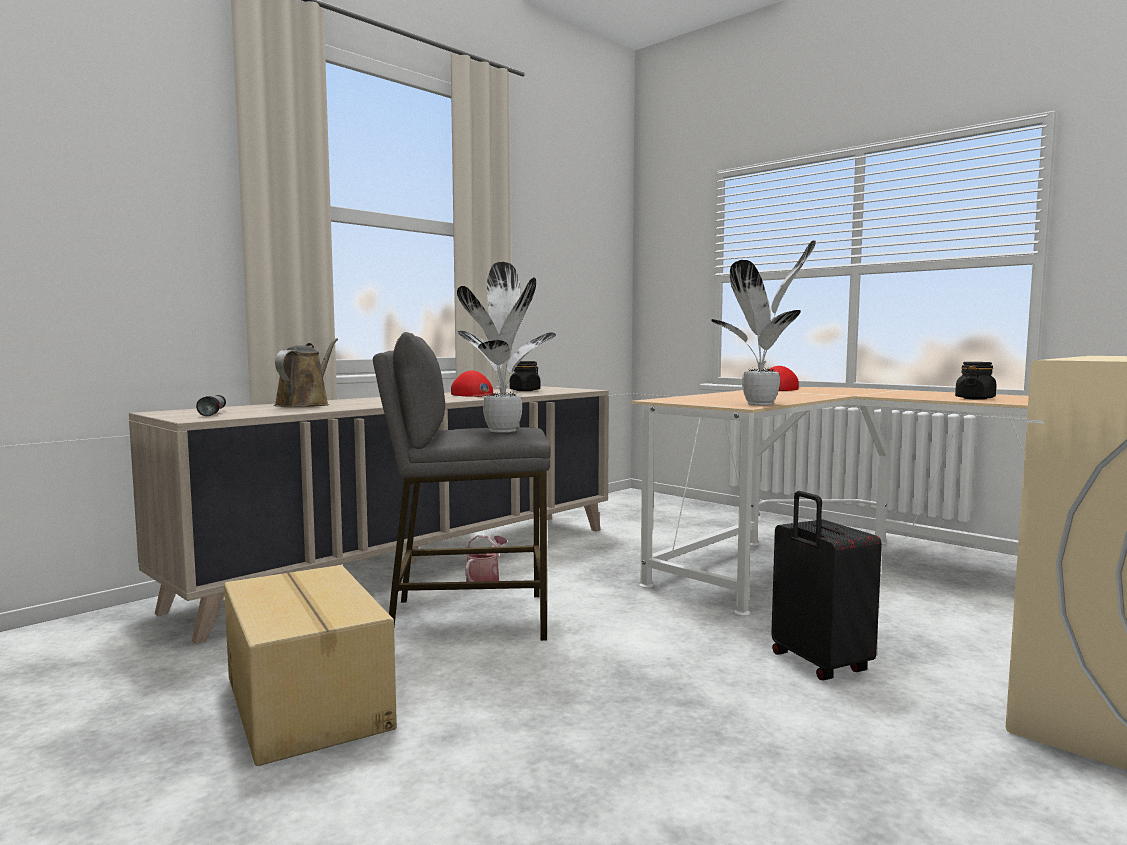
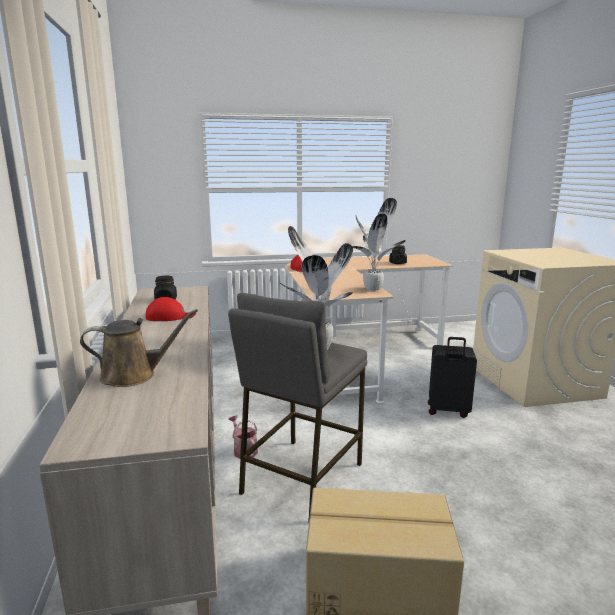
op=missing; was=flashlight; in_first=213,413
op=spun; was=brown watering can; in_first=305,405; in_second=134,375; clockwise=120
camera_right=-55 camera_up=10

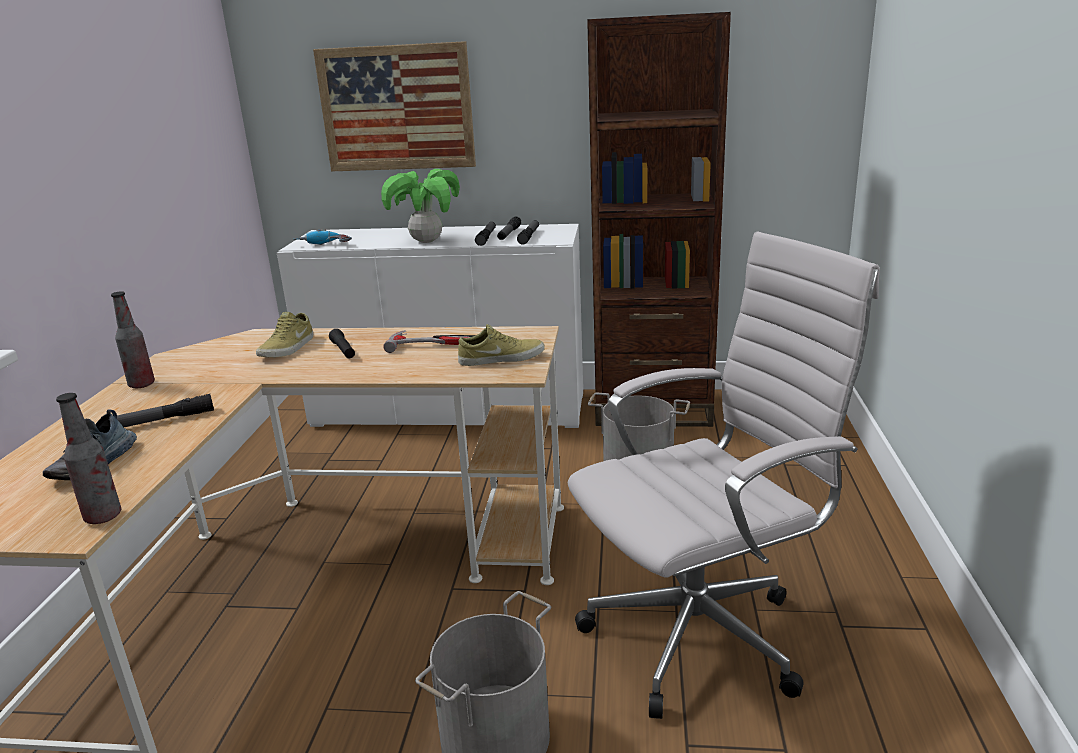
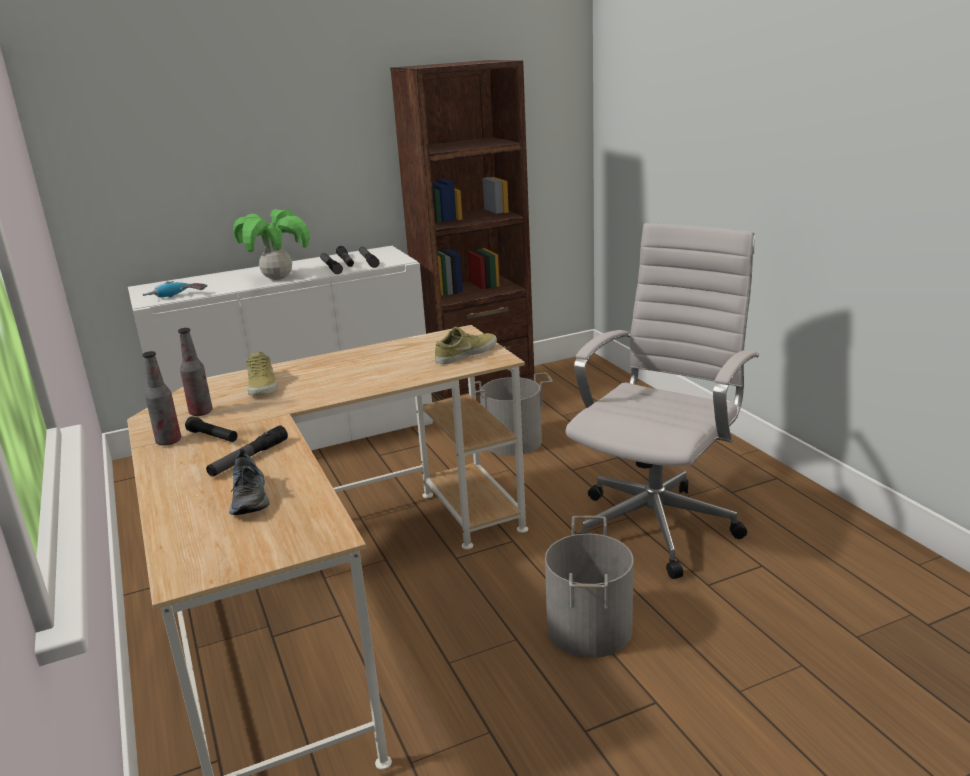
op=relocated; was=bottle; in_first=103,517; in_second=201,412
op=missing; was=picture; in_first=396,108
op=relocated; was=black flashlight; in_first=343,351; in_second=213,437
op=missing; was=hammer; in_first=441,345
camera_right=-30 camera_up=0

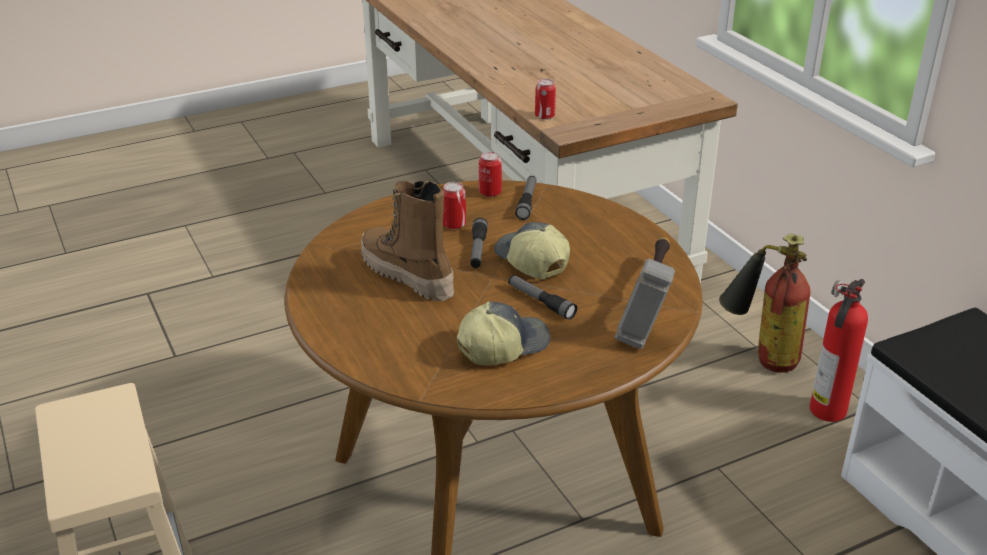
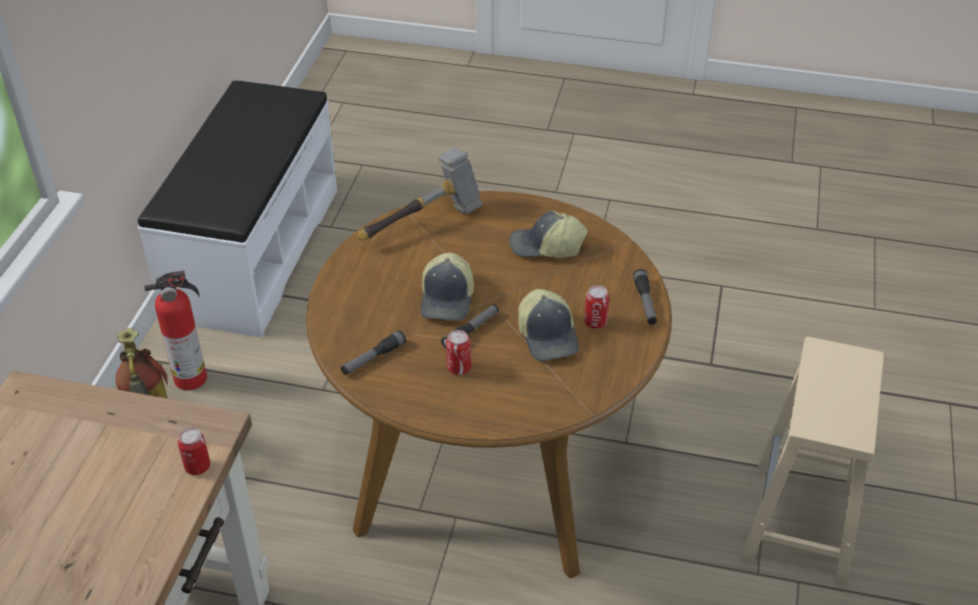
op=exchanged; was=boot; now=cap; in_first=406,276; in_second=548,336
op=relocated; was=can; in_first=490,193; in_second=595,322
op=relocated; was=flashlight; in_first=540,302; in_second=645,302
camera_right=-140 camera_up=10

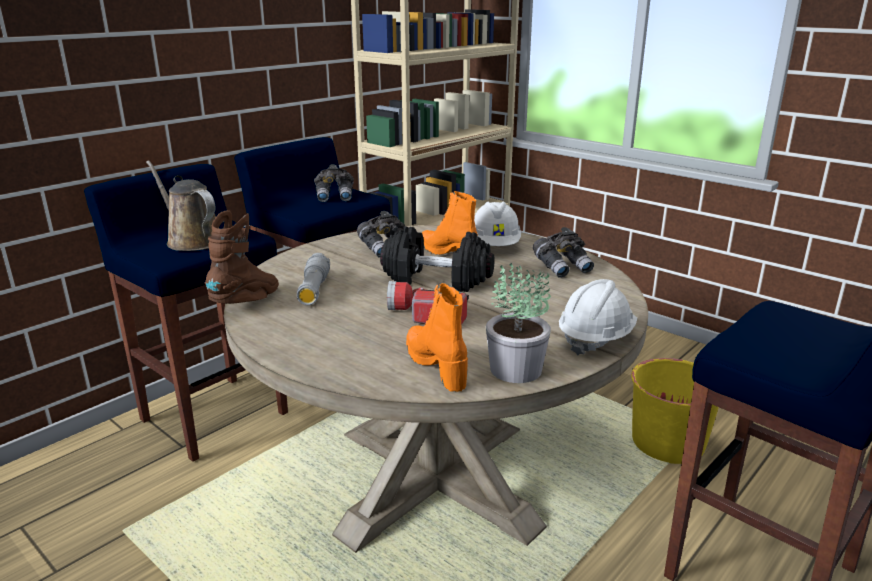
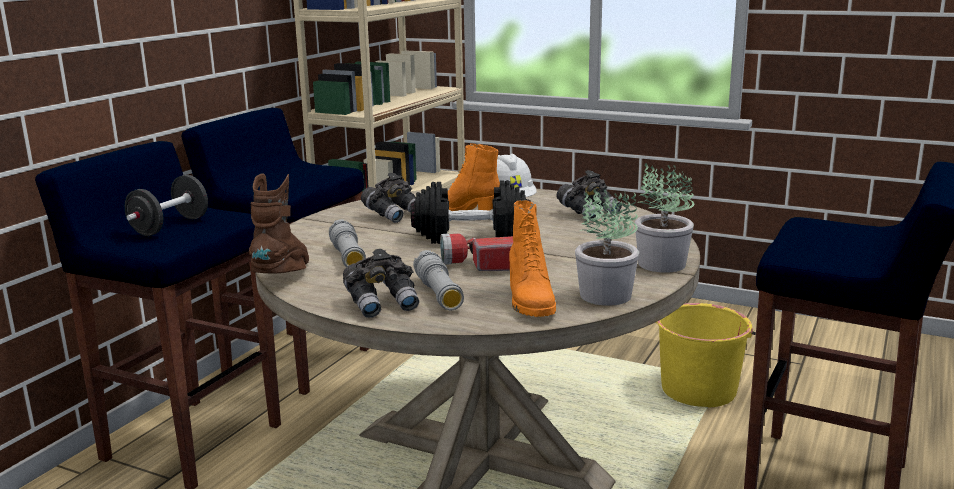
op=exchanged; was=brown watering can; now=black dumbbell; in_first=191,240; in_second=170,226
op=relocated; was=grey binoculars; in_first=335,197; in_second=383,303
op=spun; was=orange boot; in_first=437,366; in_second=529,302; clockwise=-150
op=exchanged; was=white hard hat; now=potted plant; in_first=595,339; in_second=660,264
op=appeared; now=grey flashlight; in_second=439,294
camera_right=-15 camera_up=-5

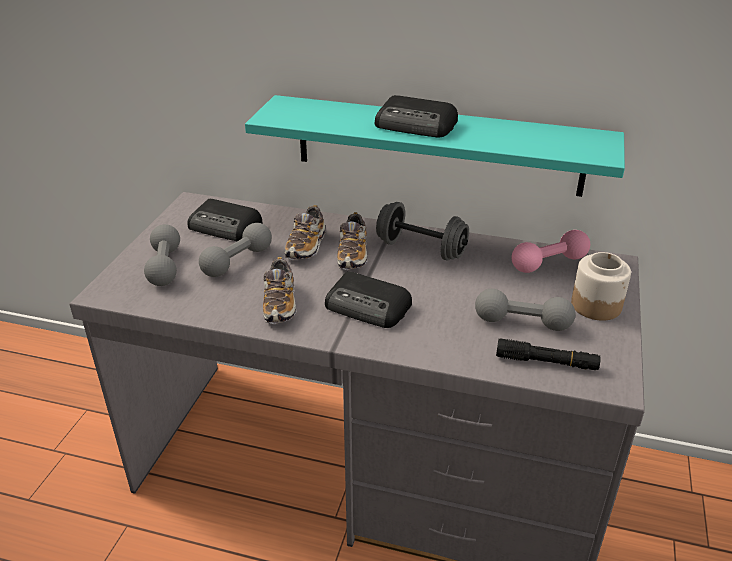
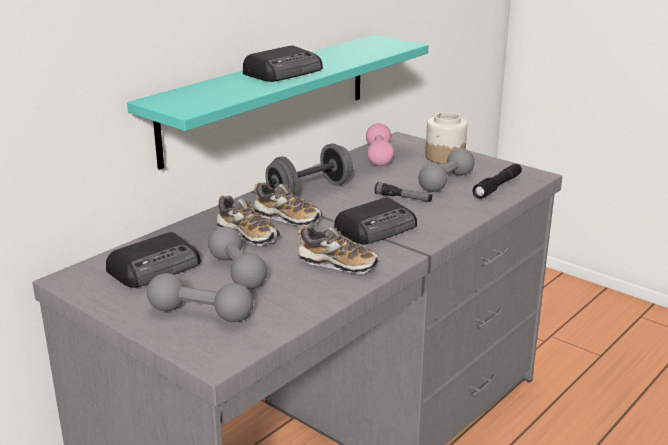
op=appeared; now=flashlight; in_second=403,198
camera_right=-65 camera_up=-10

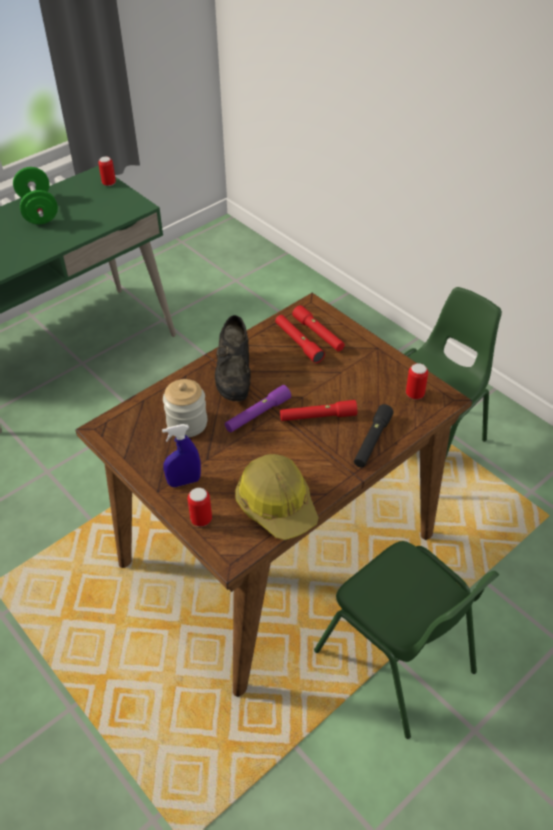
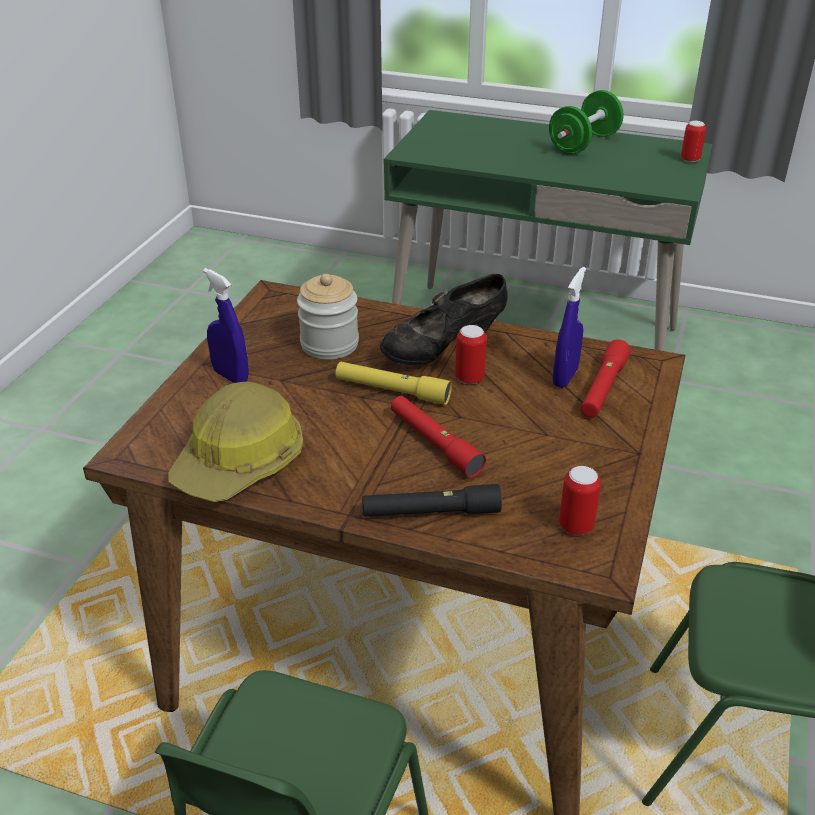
op=relocated; was=can; in_first=201,519; in_second=469,378
op=colour; was=purple flashlight; now=yellow flashlight; in_first=257,414; in_second=392,391
op=exchanged; was=red flashlight; now=blue spray bottle; in_first=298,342; in_second=565,377
camera_right=60 camera_up=-10

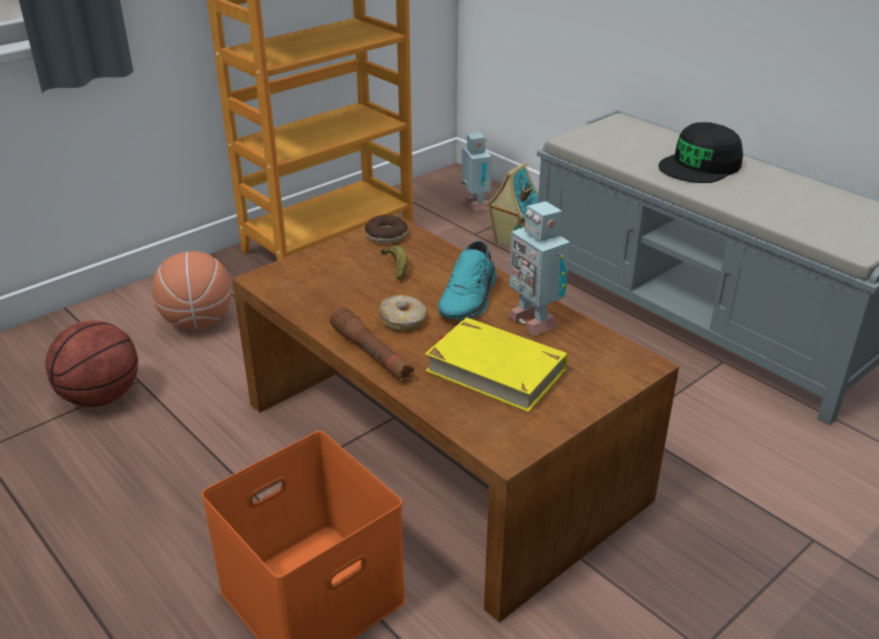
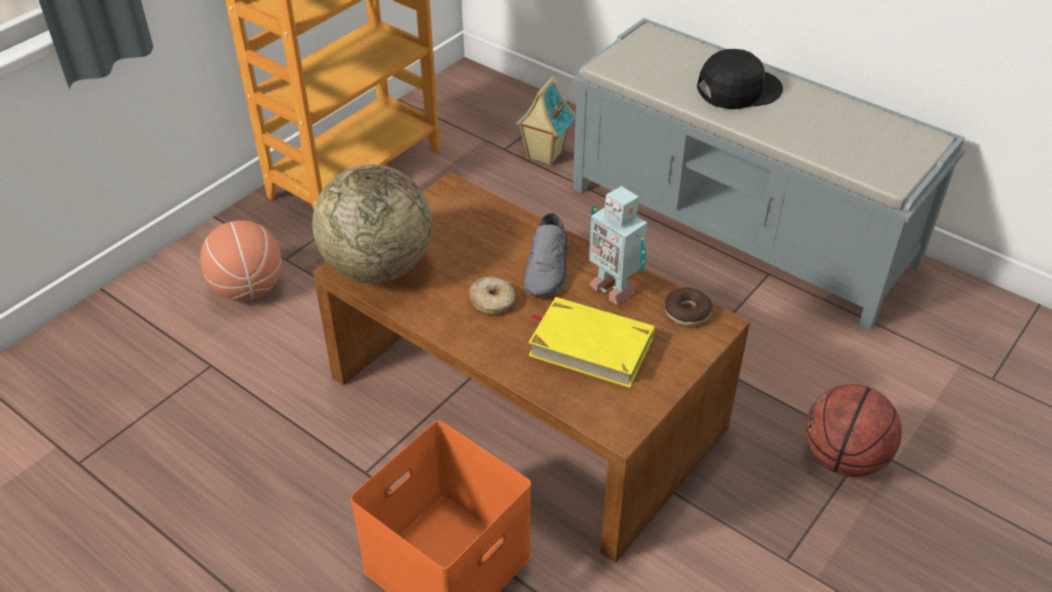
op=relocated; was=basketball; in_first=101,397; in_second=843,458
op=missing; was=brown flashlight; in_first=372,354
op=relocated; was=donut; in_first=386,236; in_second=687,312
op=missing; was=banana; in_first=396,266
op=colour; was=turquoise shoe; now=grey shoe; in_first=470,299; in_second=549,269
op=missing; was=toy robot; in_first=475,206
op=spun; was=black cap; in_first=700,166; in_second=738,89; clockwise=-150
op=appeared; now=globe; in_second=377,267
camera_right=-10 camera_up=10

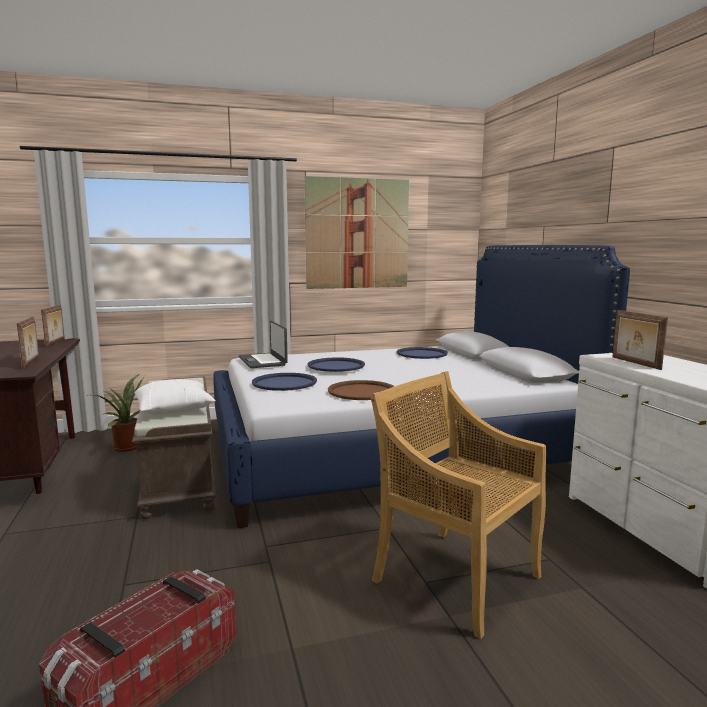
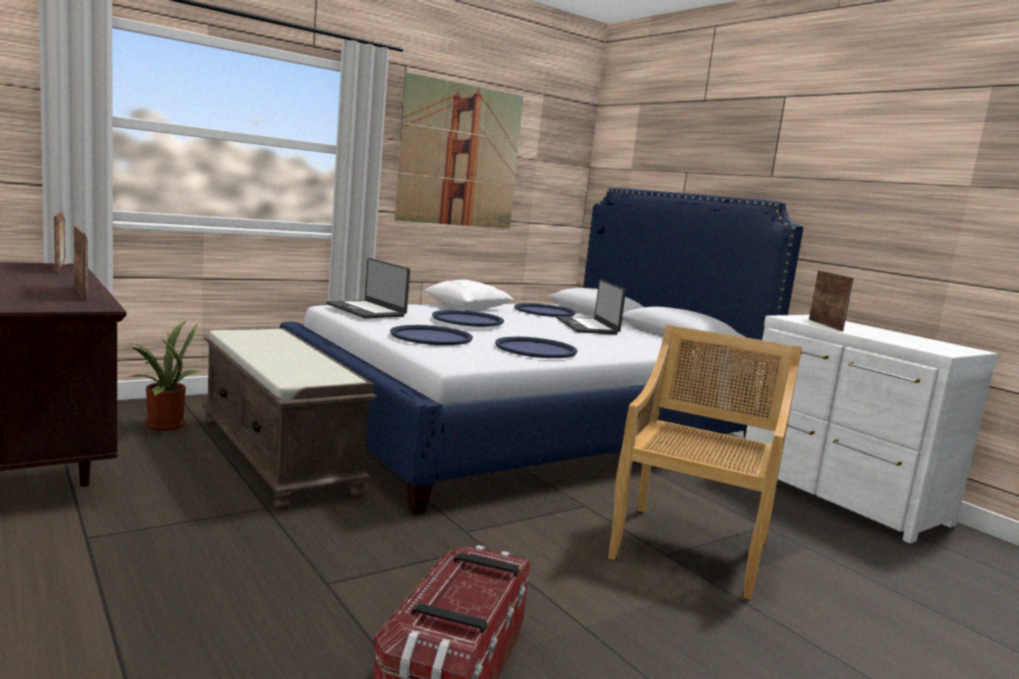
op=relocated; was=white pillow; in_first=174,409; in_second=468,307
op=colour; was=brown tray; now=blue tray; in_first=361,391; in_second=535,349
op=spun; was=beige chair; in_first=454,577; in_second=690,548; clockwise=90
op=spun; was=picture frame; in_first=634,363; in_second=826,325; clockwise=-150
op=appeared; now=laptop; in_second=588,326
camera_right=-20 camera_up=0

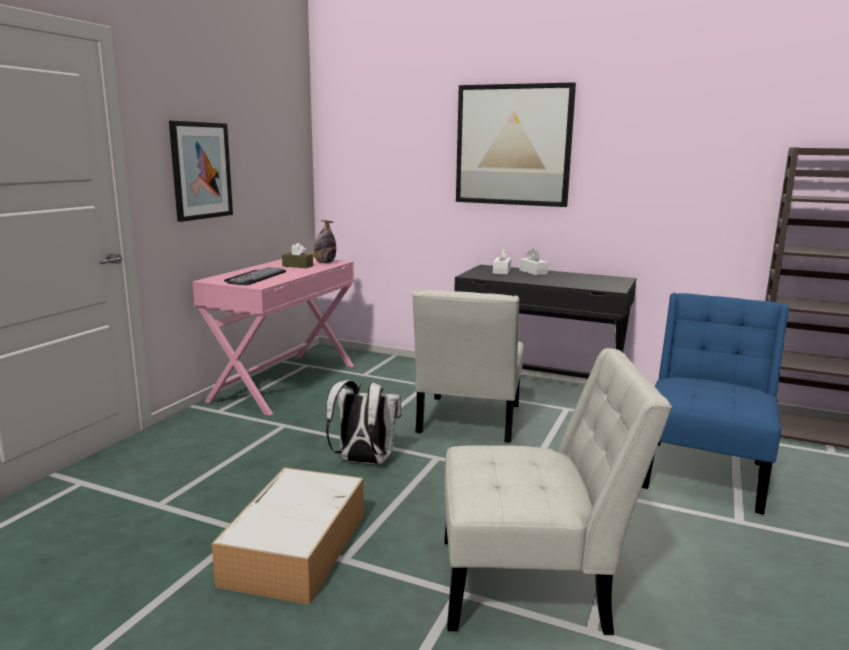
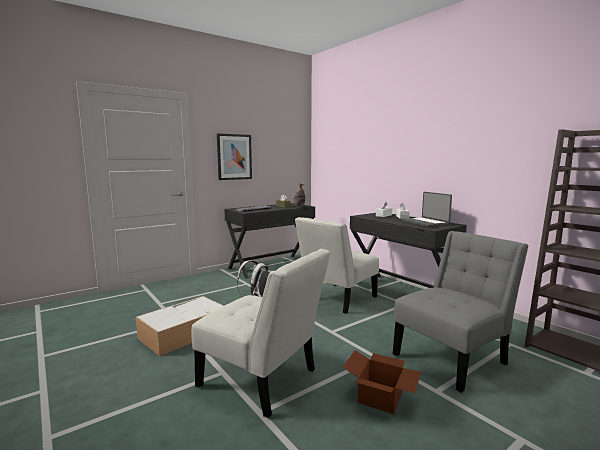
op=colour; was=pink desk; now=black desk; in_first=284,382; in_second=271,266
op=missing; was=picture; in_first=513,145
op=colour; was=blue chair; now=grey chair; in_first=704,471; in_second=453,357
op=appeared; now=cardboard box; in_second=381,398
op=appeared; now=laptop; in_second=425,223
camera_right=30 camera_up=-5

